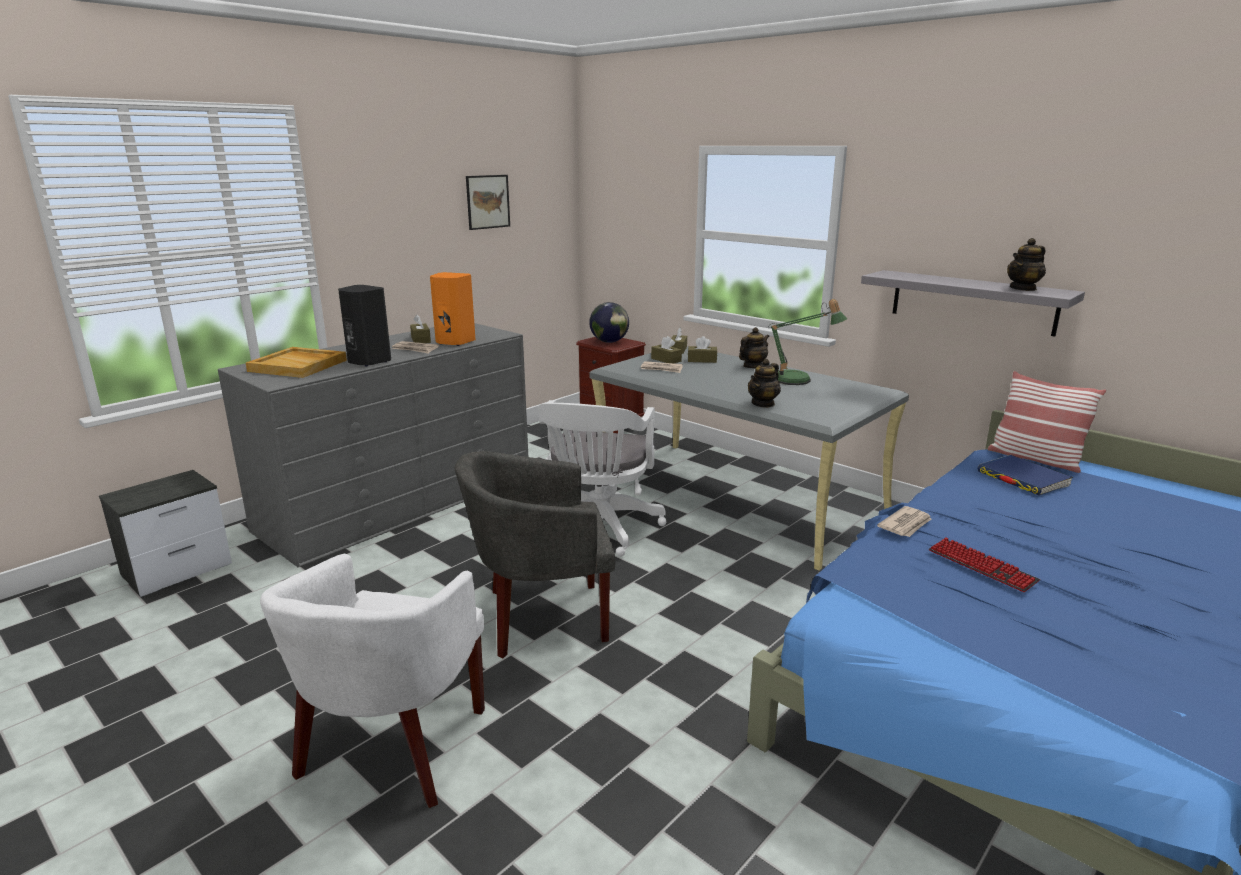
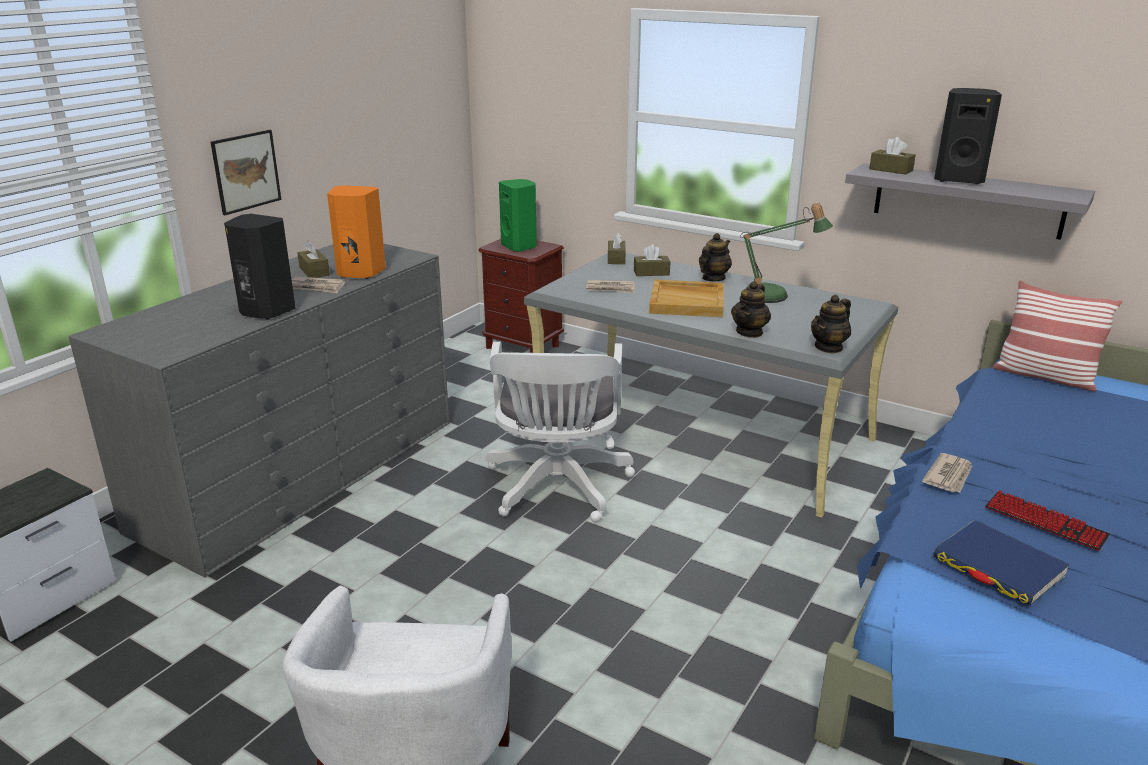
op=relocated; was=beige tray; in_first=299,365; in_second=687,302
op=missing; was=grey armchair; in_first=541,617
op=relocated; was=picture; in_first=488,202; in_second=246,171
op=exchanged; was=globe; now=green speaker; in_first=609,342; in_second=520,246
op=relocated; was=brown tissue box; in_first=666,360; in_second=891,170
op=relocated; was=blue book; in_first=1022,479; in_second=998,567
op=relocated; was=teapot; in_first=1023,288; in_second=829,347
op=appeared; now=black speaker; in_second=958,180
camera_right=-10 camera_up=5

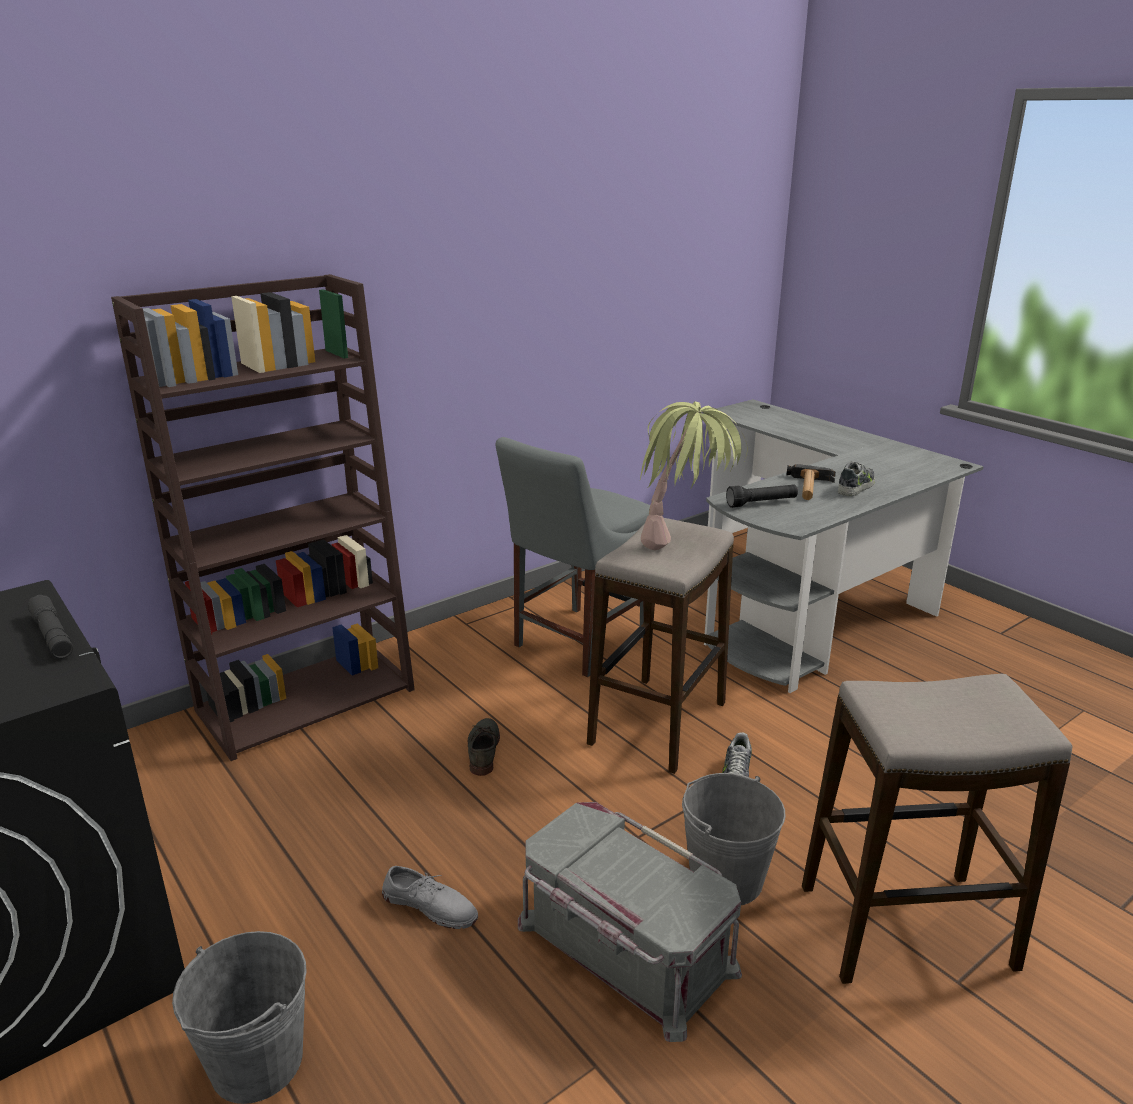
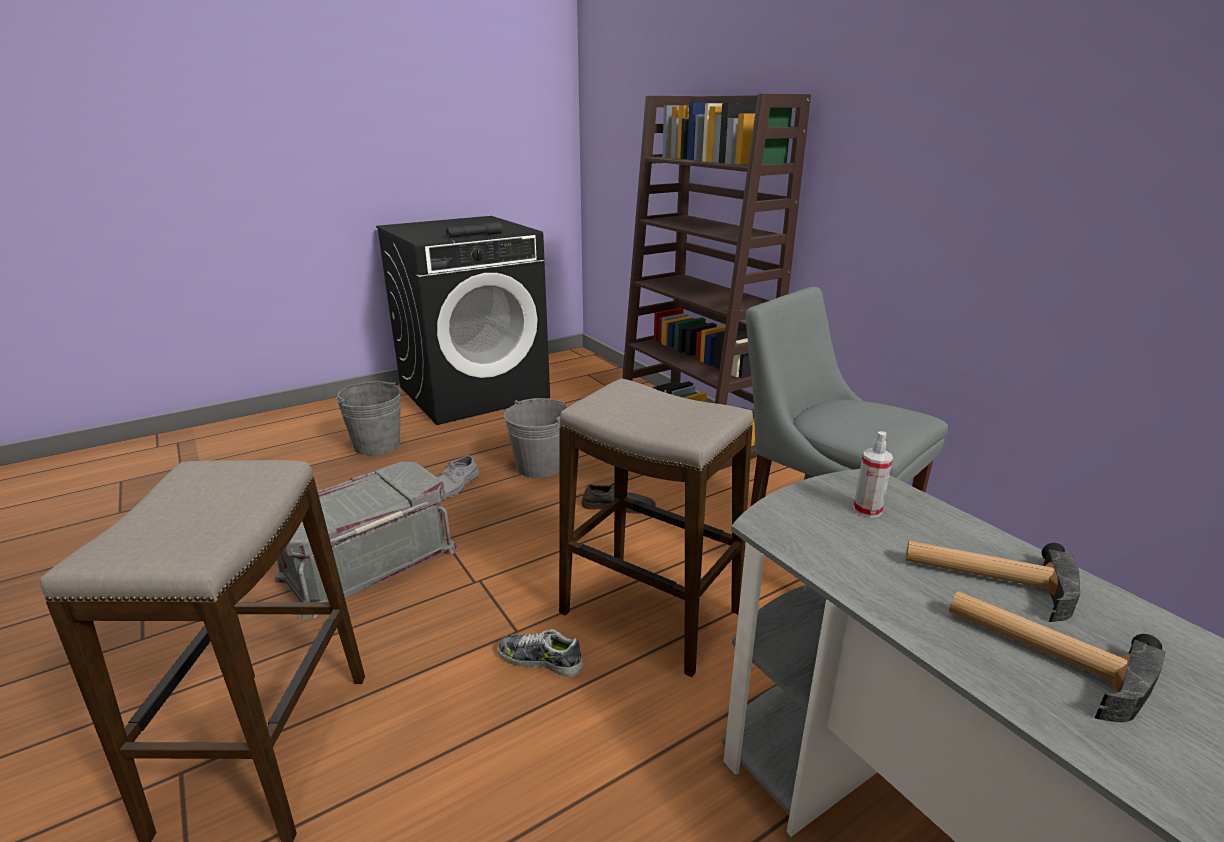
op=missing; was=potted plant; in_first=685,542
op=relocated; was=grey bucket; in_first=726,878; in_second=539,466
op=exchanged; was=black flashlight; now=spray bottle; in_first=761,503; in_second=867,510
op=exchanged; was=shoe; now=hammer; in_first=856,487; in_second=1042,652
camera_right=95 camera_up=0

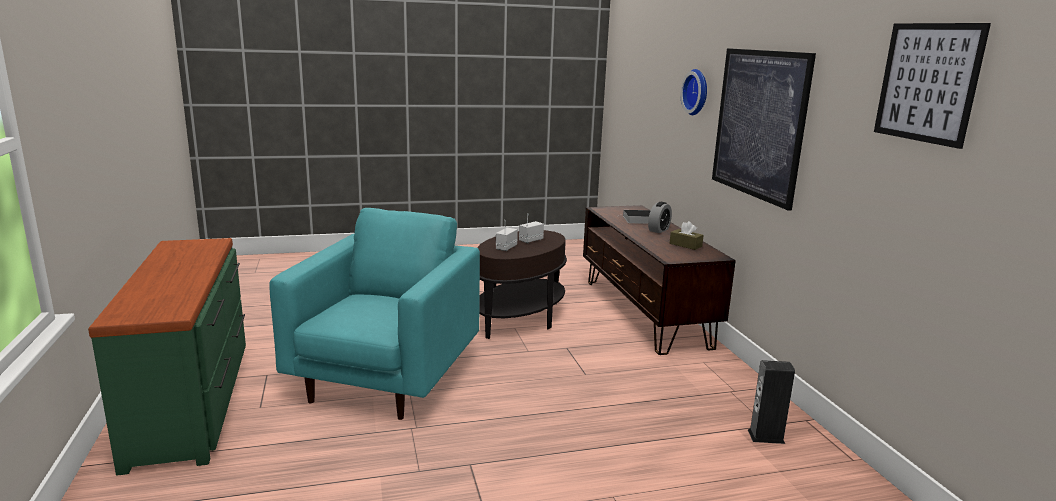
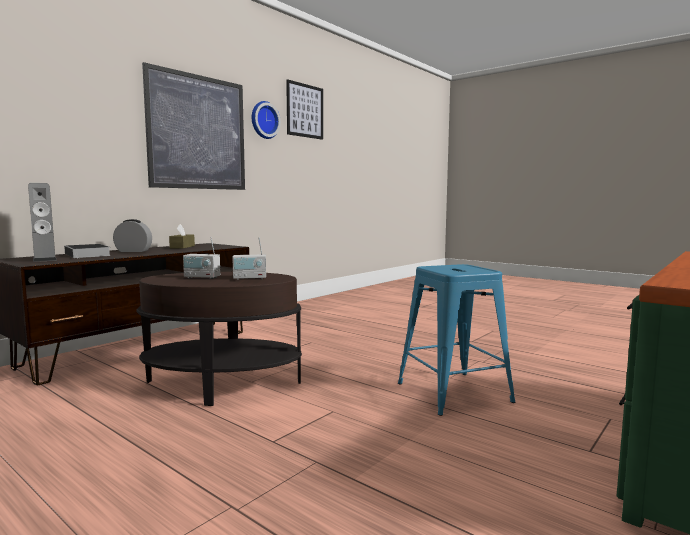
op=exchanged; was=turquoise armchair; now=blue stool; in_first=386,379; in_second=454,392
op=relocated; was=wall clock; in_first=697,92; in_second=263,120
op=relocated; was=speaker; in_first=766,436; in_second=44,259
camera_right=-125 camera_up=-10

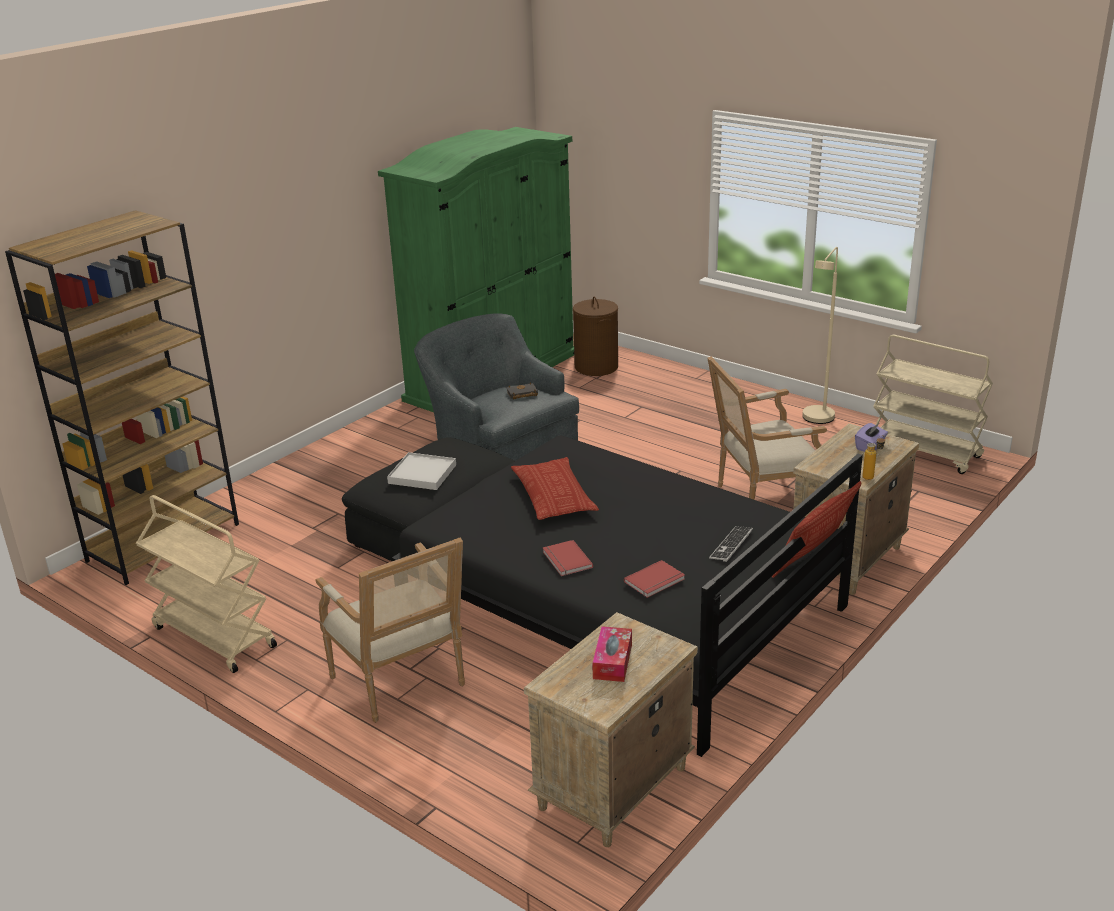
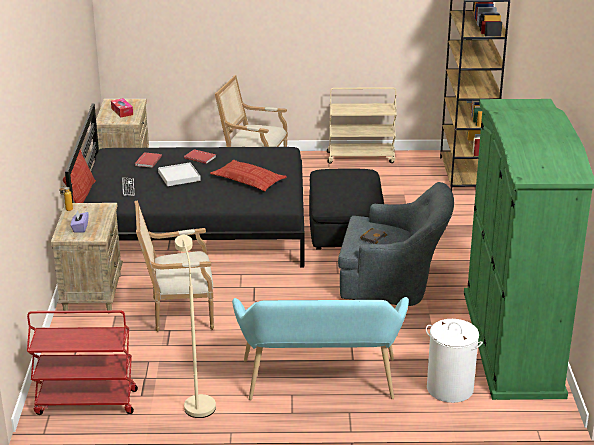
op=relocated; was=white tray; in_first=422,474; in_second=179,176
op=colour; was=brown laundry basket; now=white laundry basket; in_first=596,367; in_second=449,388
op=spun; was=armchair; in_first=760,500; in_second=178,312; clockwise=-135
op=colour; was=beige cart; now=red cart; in_first=924,452; in_second=85,402
op=appeared; now=turquoise bench; in_second=320,384
camera_right=140 camera_up=0

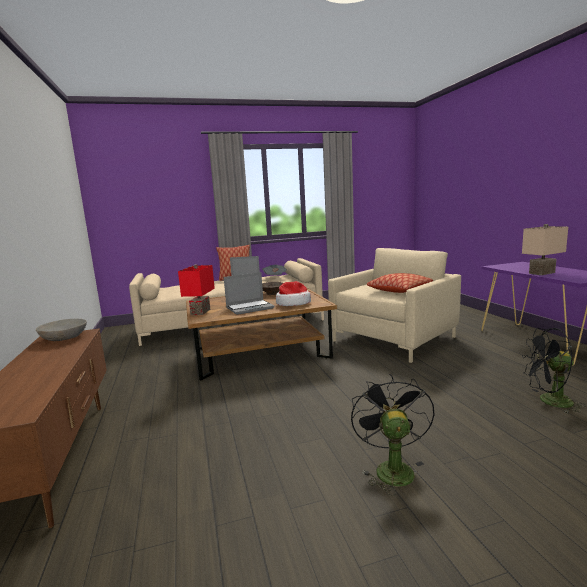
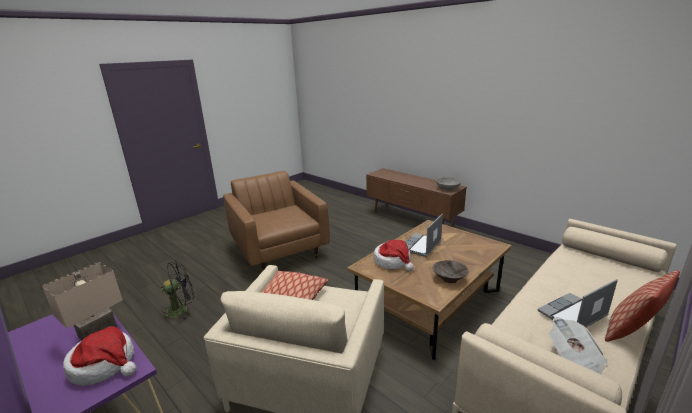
op=missing; was=red table lamp; in_first=201,312
op=exchanged; was=black fan; now=brown armchair; in_first=391,468; in_second=279,250
op=appeared; now=hat; in_second=105,364
camera_right=150 camera_up=10

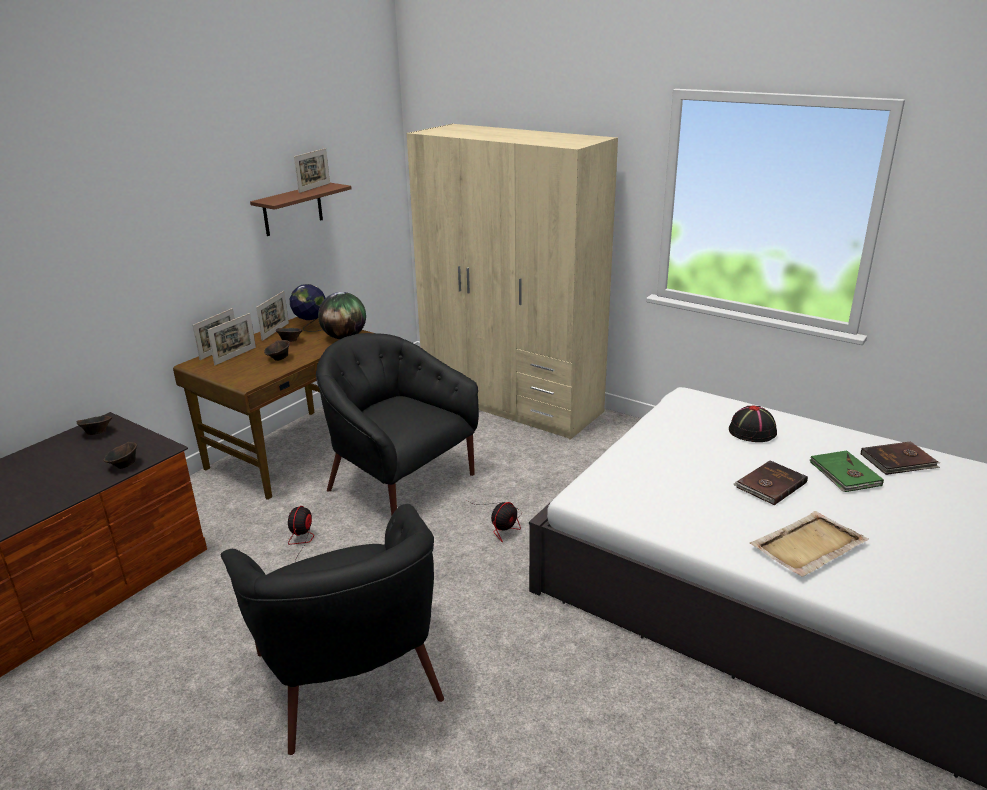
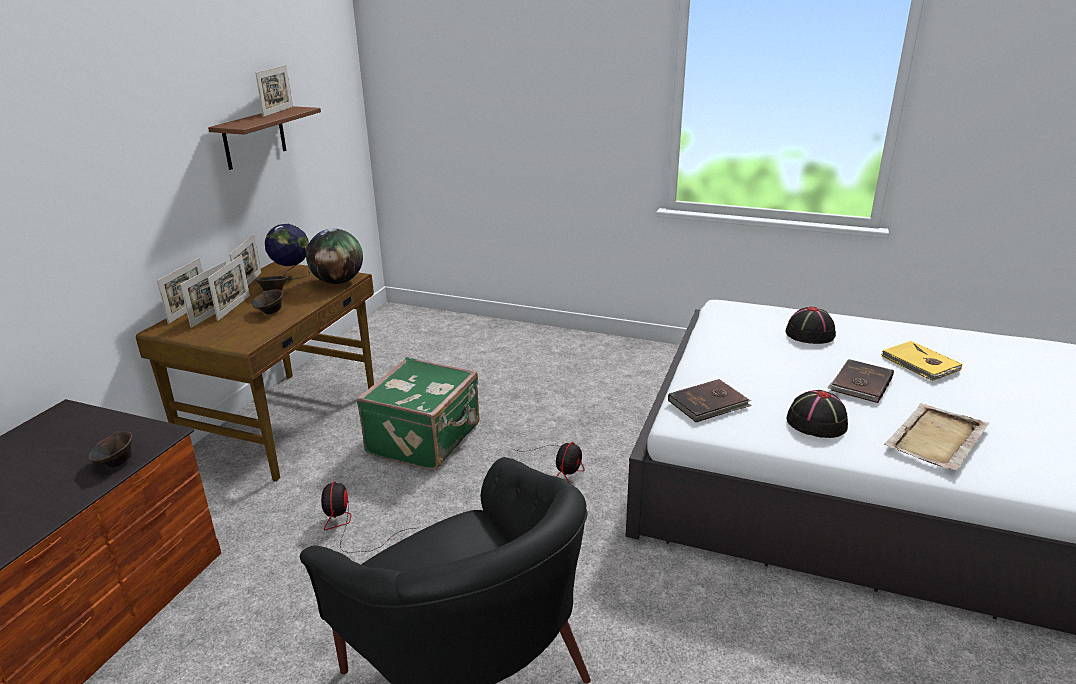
op=missing; was=brown bowl; in_first=97,433
op=exchanged; was=black armchair; now=green suitcase; in_first=399,482; in_second=426,439
op=missing; was=beige wardrobe; in_first=511,402
op=colour; was=green book; now=yellow book; in_first=844,474; in_second=920,364
op=relocated; was=brown book; in_first=899,461; in_second=709,404
op=appeared; now=picture frame; in_second=234,307
op=appeared; now=black hat; in_second=816,422
camera_right=-15 camera_up=0

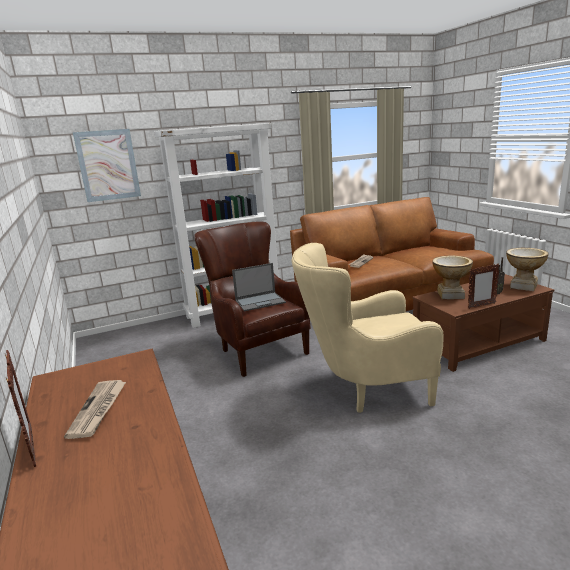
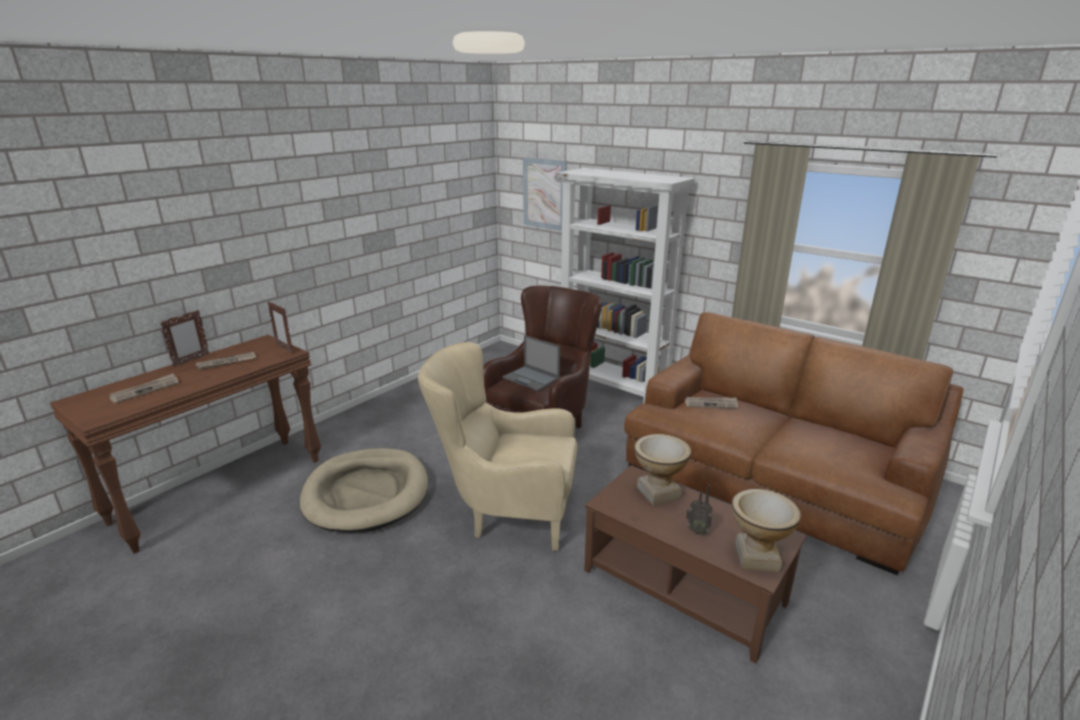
op=spun; was=beige armchair; in_first=366,389; in_second=505,512; clockwise=-45
op=relocated; was=picture frame; in_first=481,306; in_second=284,348
op=appeared; now=newspaper; in_second=145,390
op=appeared; now=beige dog bed; in_second=366,493
camera_right=60 camera_up=5

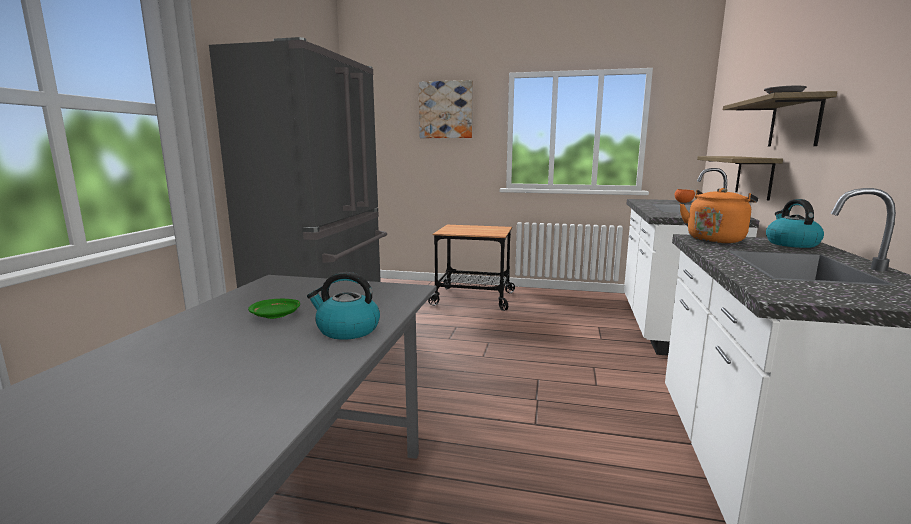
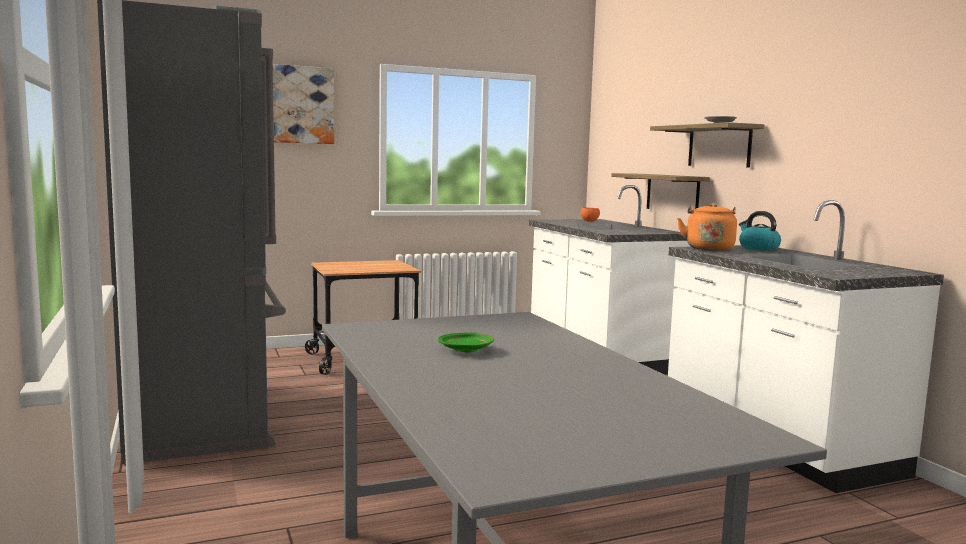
op=missing; was=kettle; in_first=347,330
camera_right=-35 camera_up=-5

